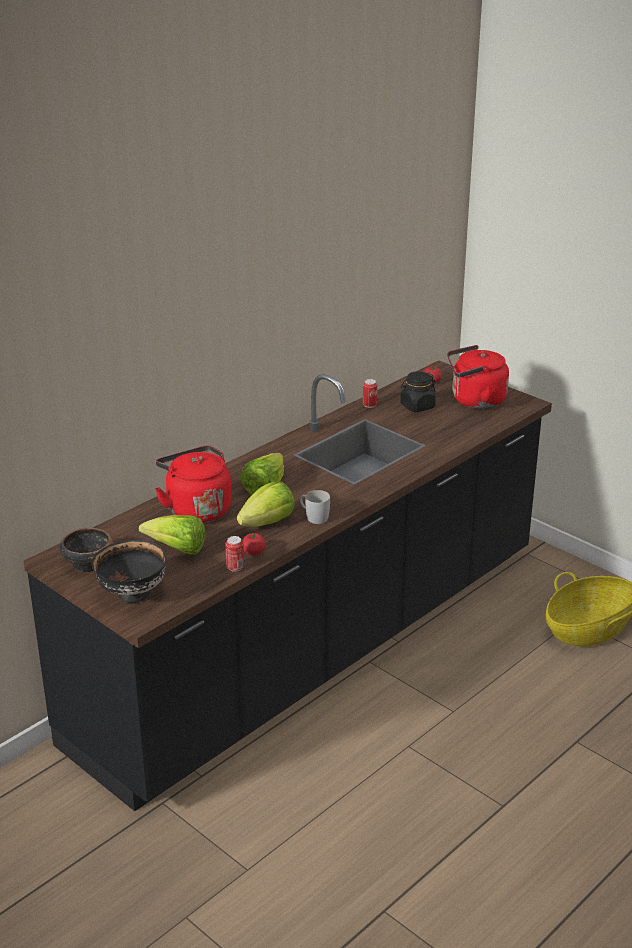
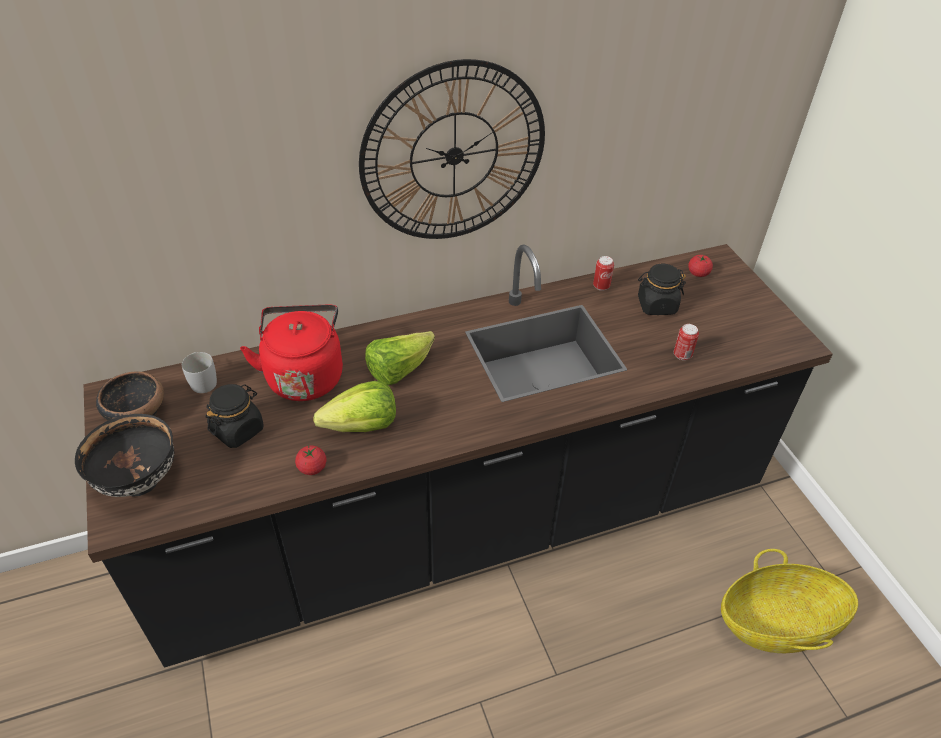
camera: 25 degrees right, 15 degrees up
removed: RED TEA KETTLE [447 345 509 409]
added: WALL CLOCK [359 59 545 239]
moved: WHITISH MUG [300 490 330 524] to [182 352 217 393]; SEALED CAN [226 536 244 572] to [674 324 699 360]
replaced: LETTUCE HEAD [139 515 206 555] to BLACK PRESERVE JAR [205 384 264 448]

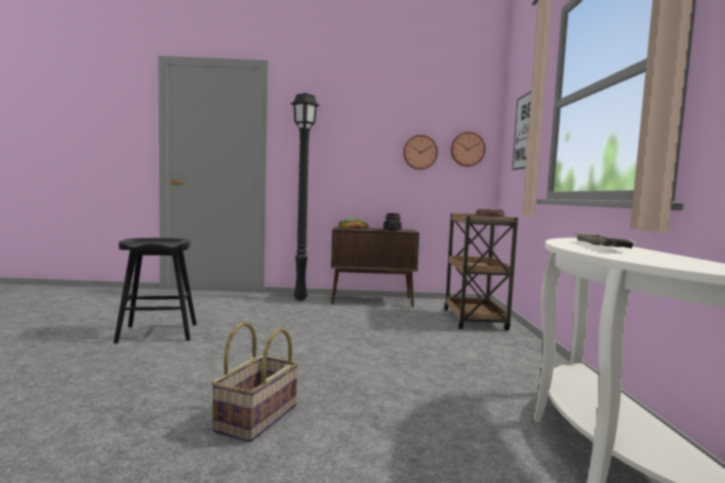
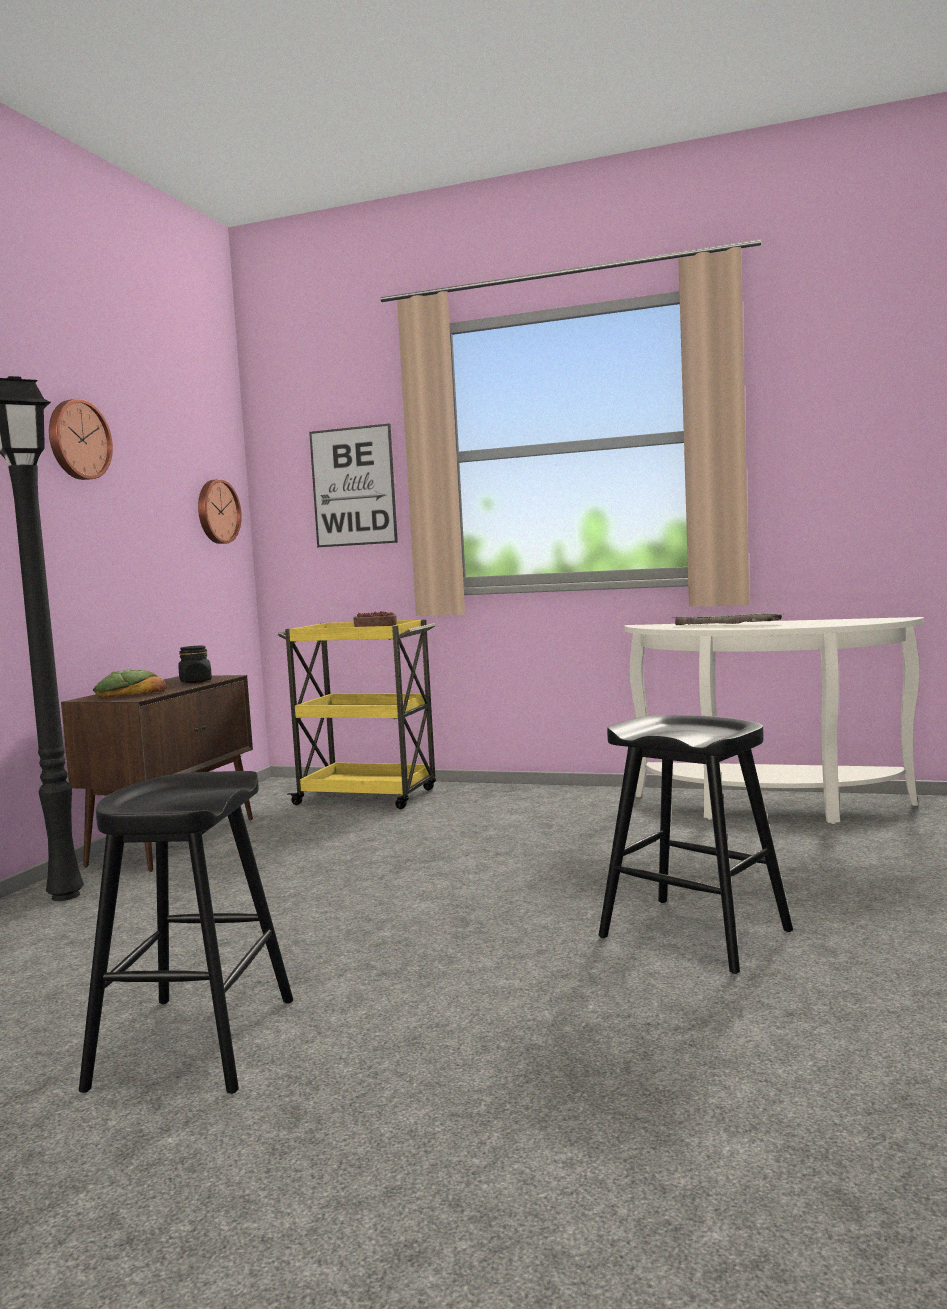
camera: 70 degrees left, 0 degrees up
moved: WALL CLOCK [403 135 438 170] to [49 399 113 480]
replaced: HOUSEHOLD BASKET [211 322 299 442] to BLACK SITTING STOOL [598 715 793 974]
recoloured: BROWN WHEELED CART [444 213 518 330] to YELLOWISH WHEELED CART [278 619 436 809]

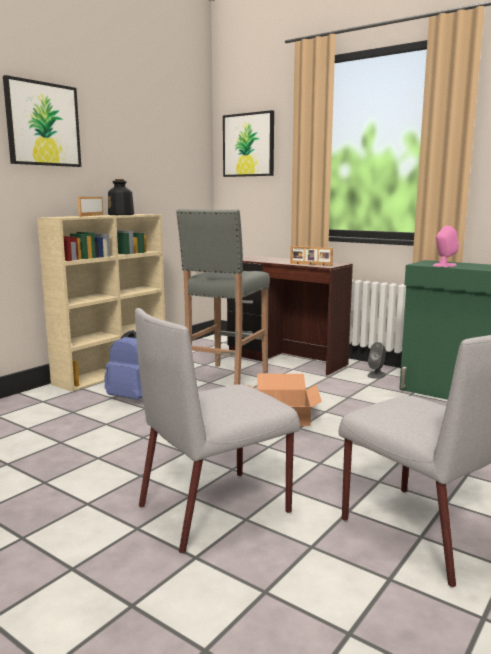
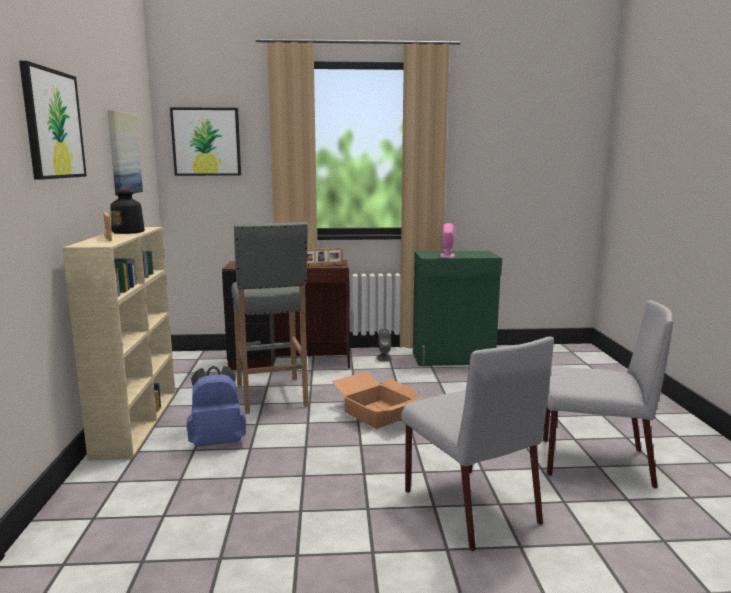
camera: 40 degrees left, 0 degrees up
added: WALL ART [107 110 143 196]
turned: GREYISH UPRIGHT CHAIR [135 308 300 554] = [401 337 554 552] 45 degrees counterclockwise

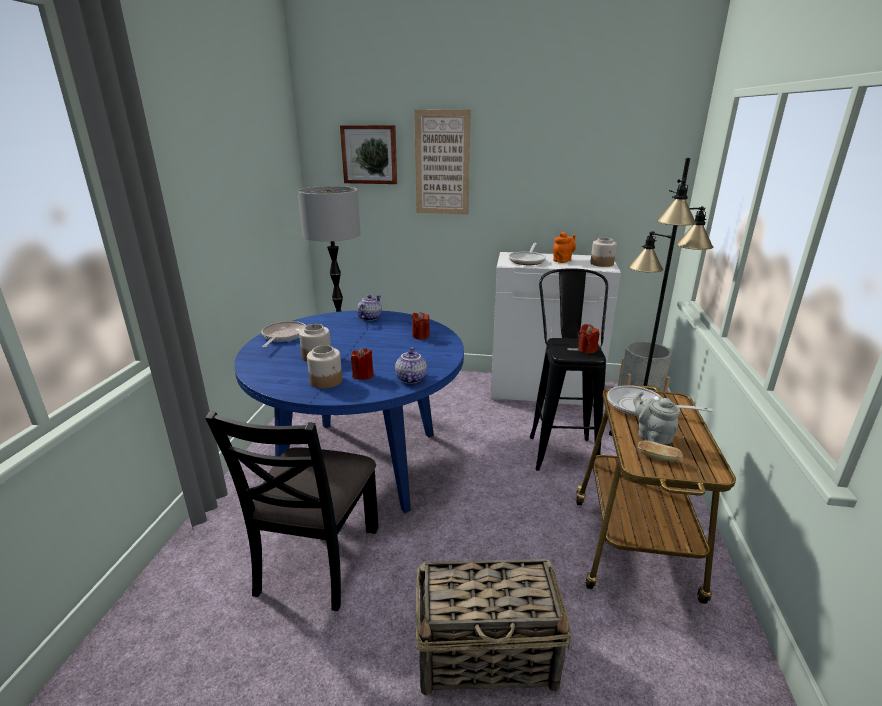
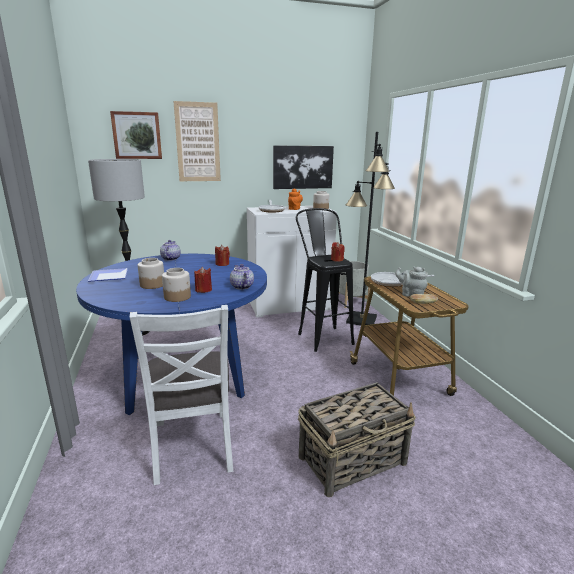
camera: 25 degrees left, 5 degrees down
added: WALL ART [273 146 334 189]
replaced: SKILLET [261 321 306 348] to DINNER PLATE [88 268 128 281]
recoloured: BLACK UPRIGHT CHAIR [205 411 379 611] to WHITISH UPRIGHT CHAIR [130 305 233 485]

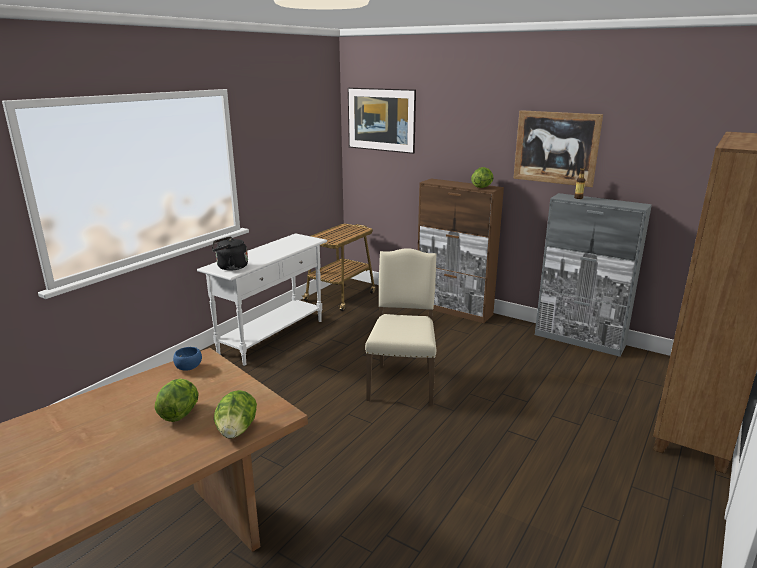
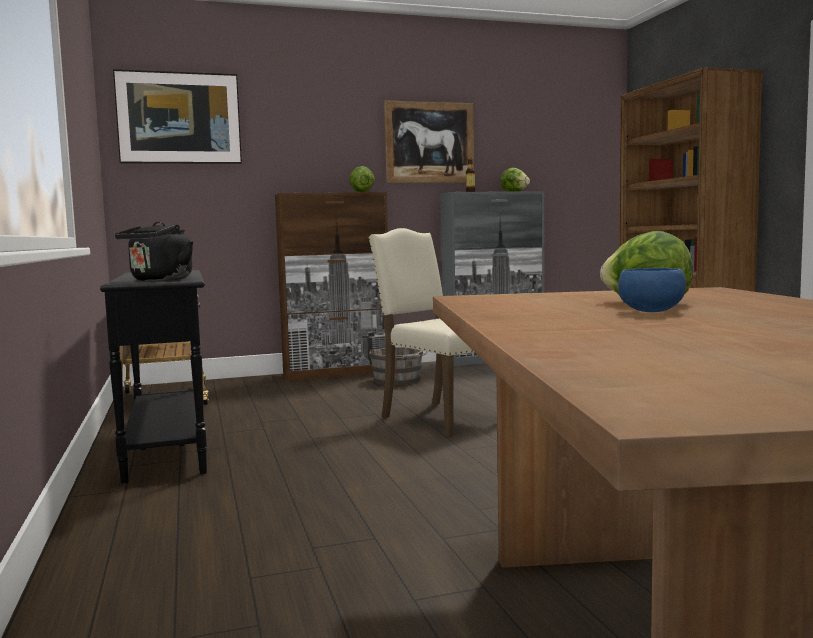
camera: 50 degrees left, 15 degrees down
added: GREYISH PAIL [369 347 427 385]
moved: LETTUCE HEAD [214 390 257 439] to [500 168 530 191]; BLUE SERVING BOWL [173 347 202 371] to [618 268 686 312]
recoloured: WHITISH NARROW TABLE [197 233 327 366] to BLACK NARROW TABLE [100 270 207 484]

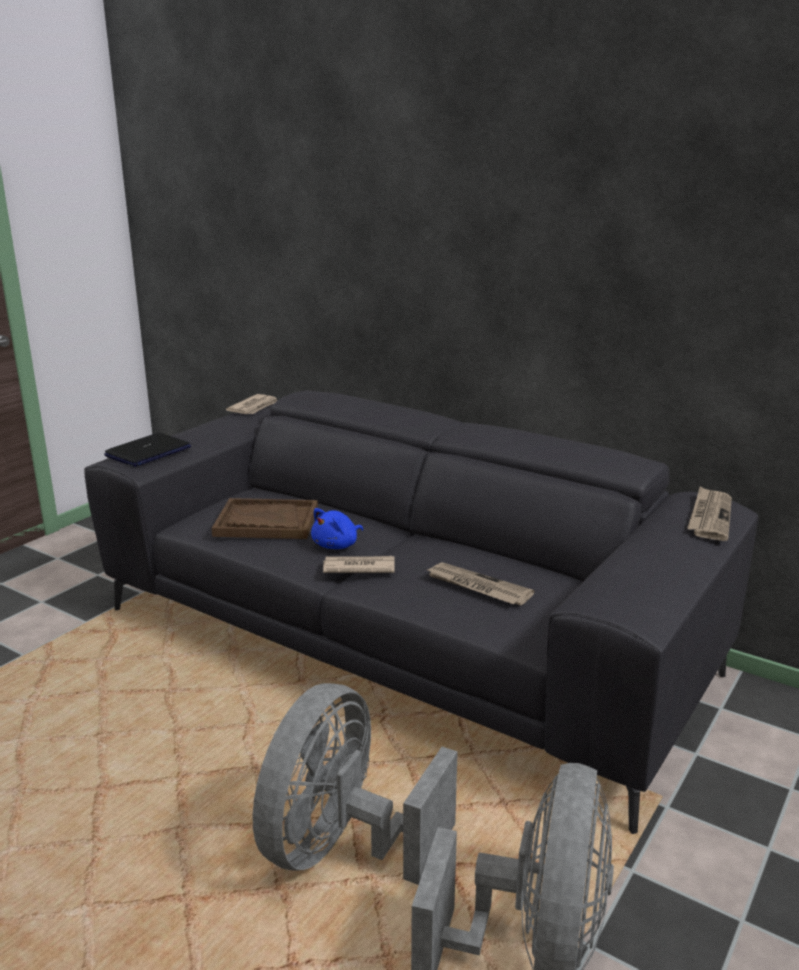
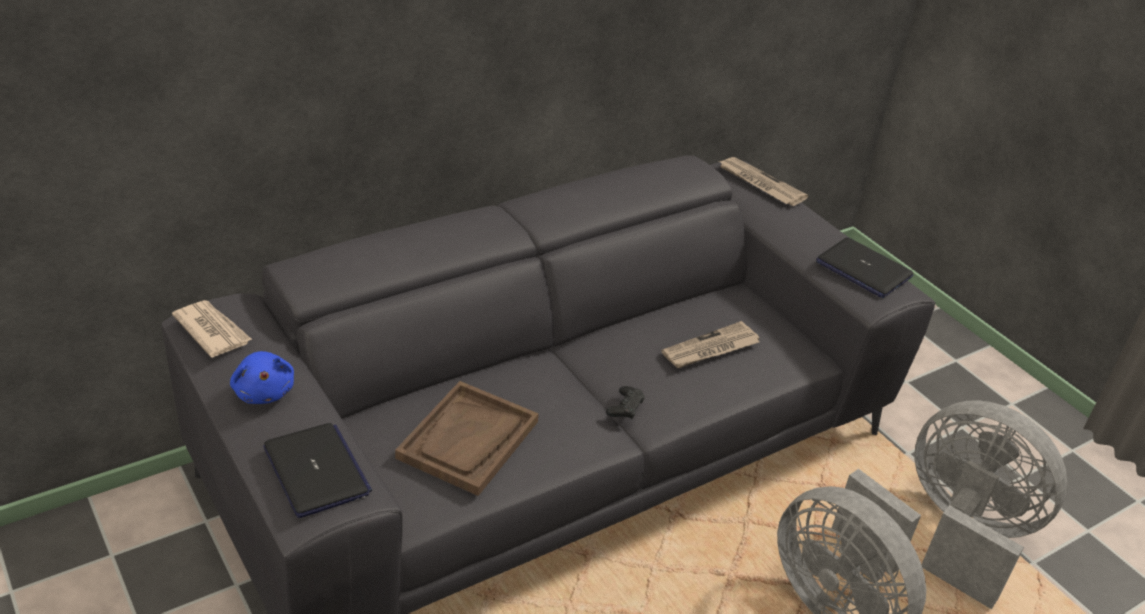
camera: 70 degrees left, 15 degrees up
added: NOTEBOOK COMPUTER [816 237 913 298]
moved: BLUE SOFT TOY [311 508 363 549] to [230 351 294 404]
replaced: NEWSPAPER [323 556 395 573] to BLACK GAMEPAD [606 386 645 420]

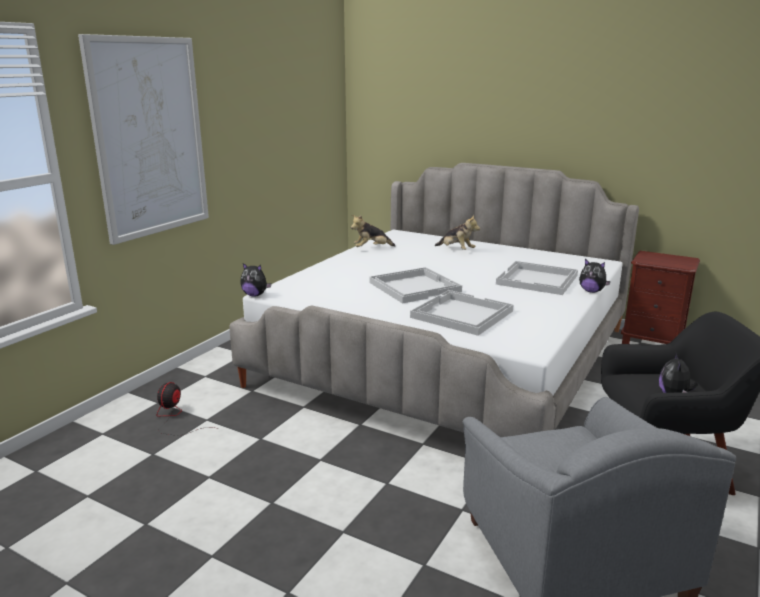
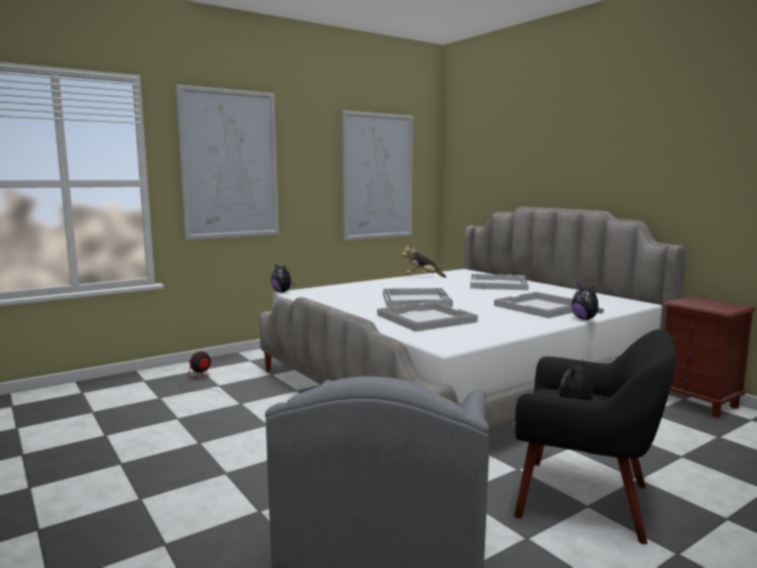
camera: 25 degrees right, 10 degrees down
added: WALL ART [341 111 413 241]
replaced: SOFT TOY [435 215 480 250] to WHITISH CARRYING TRAY [470 274 529 290]

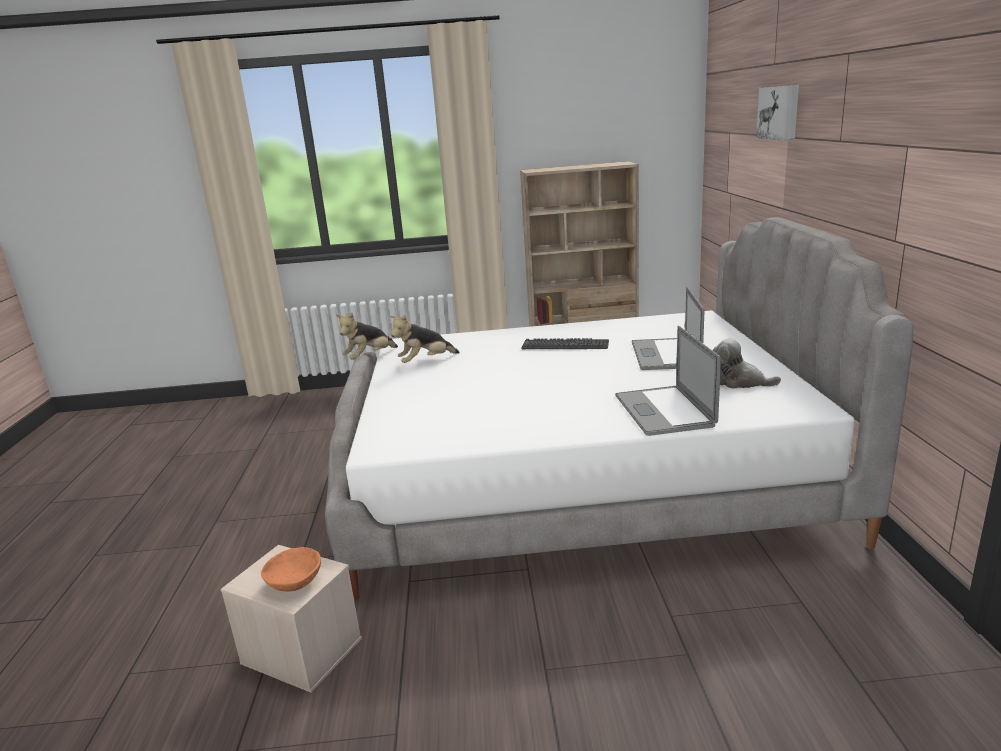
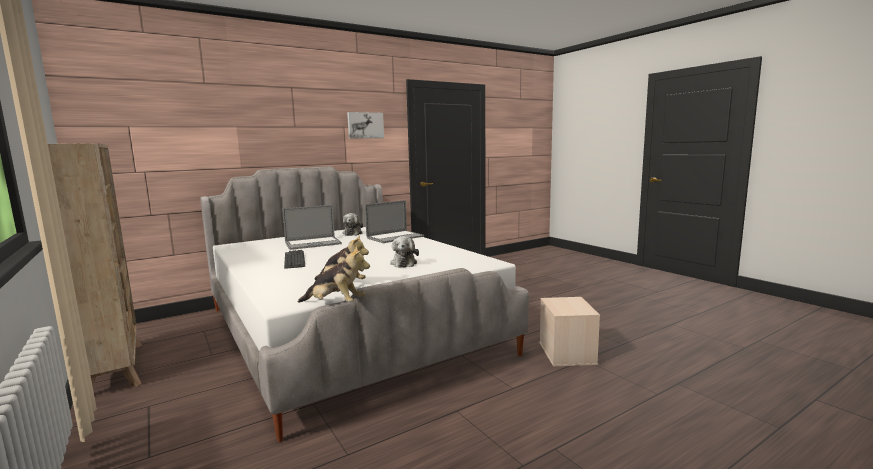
camera: 120 degrees left, 10 degrees down
removed: ORANGE SERVING BOWL [261 547 321 591]
added: SOFT TOY [390 236 419 268]
moved: WALL ART [756 85 799 141] to [347 112 384 139]

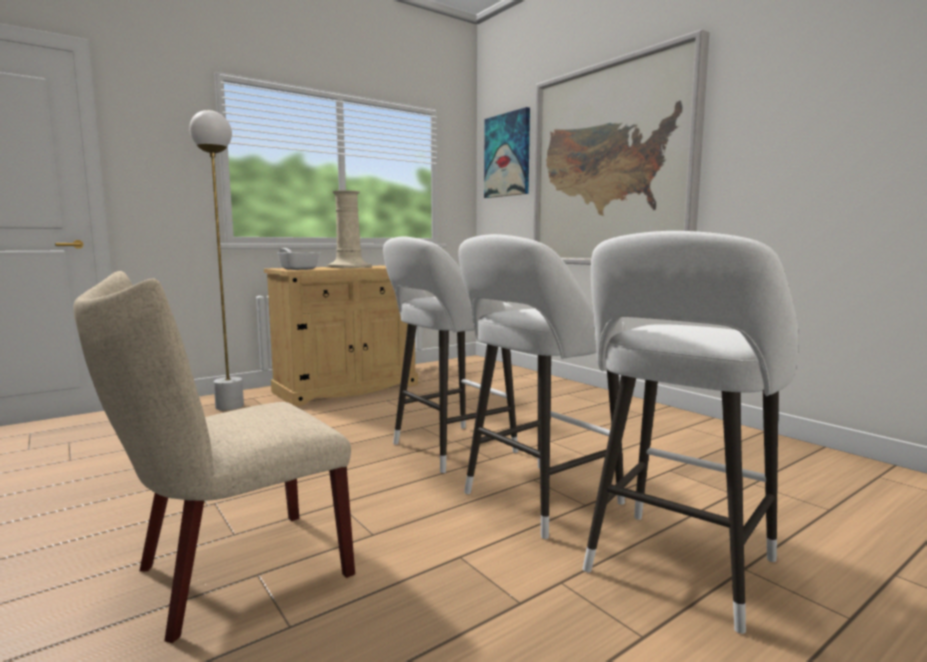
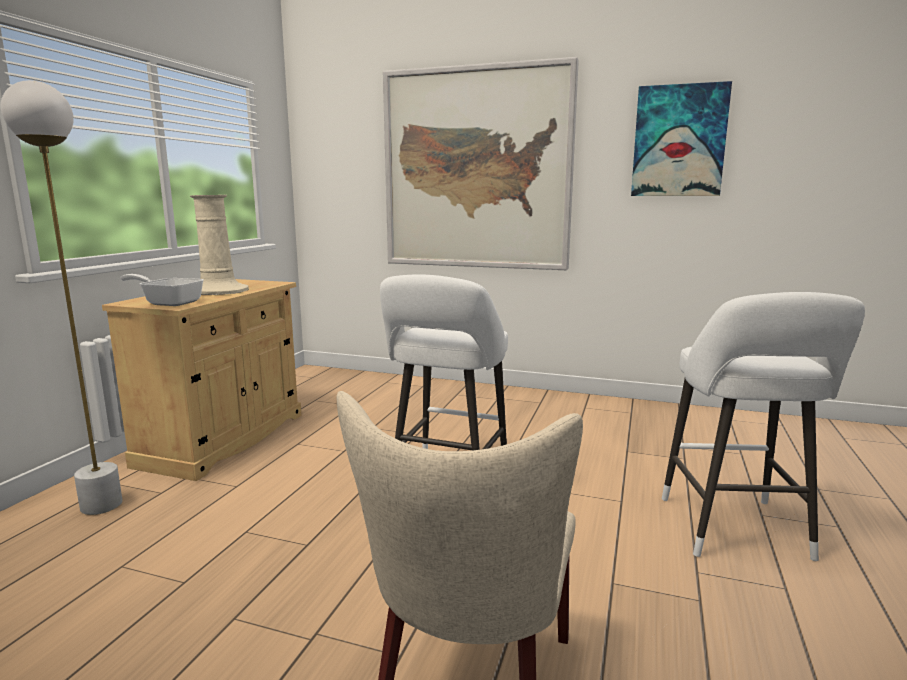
camera: 35 degrees left, 5 degrees up
removed: WHITISH SITTING STOOL [458 234 625 539]
moved: WALL ART [484 107 530 198] to [631 81 732 196]

